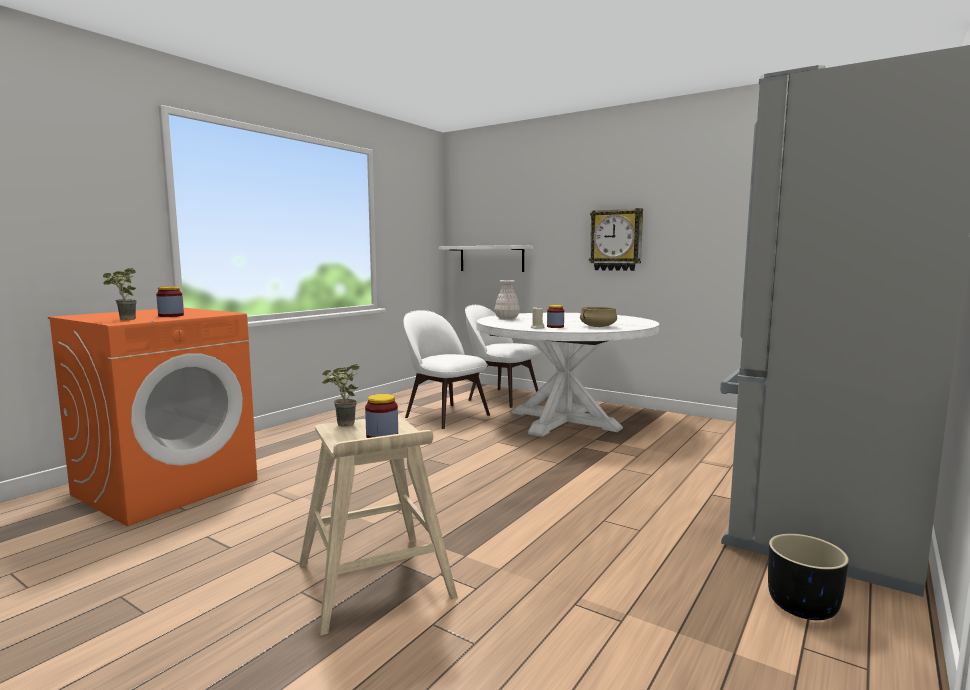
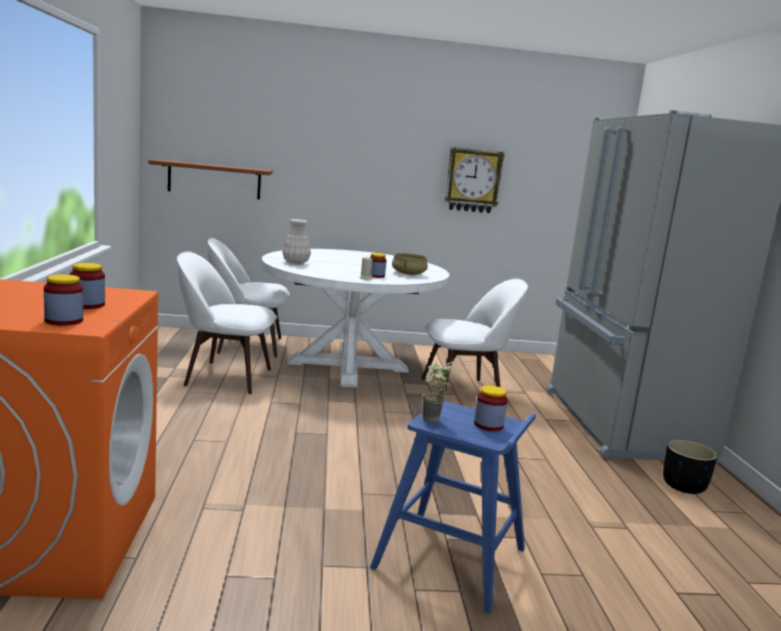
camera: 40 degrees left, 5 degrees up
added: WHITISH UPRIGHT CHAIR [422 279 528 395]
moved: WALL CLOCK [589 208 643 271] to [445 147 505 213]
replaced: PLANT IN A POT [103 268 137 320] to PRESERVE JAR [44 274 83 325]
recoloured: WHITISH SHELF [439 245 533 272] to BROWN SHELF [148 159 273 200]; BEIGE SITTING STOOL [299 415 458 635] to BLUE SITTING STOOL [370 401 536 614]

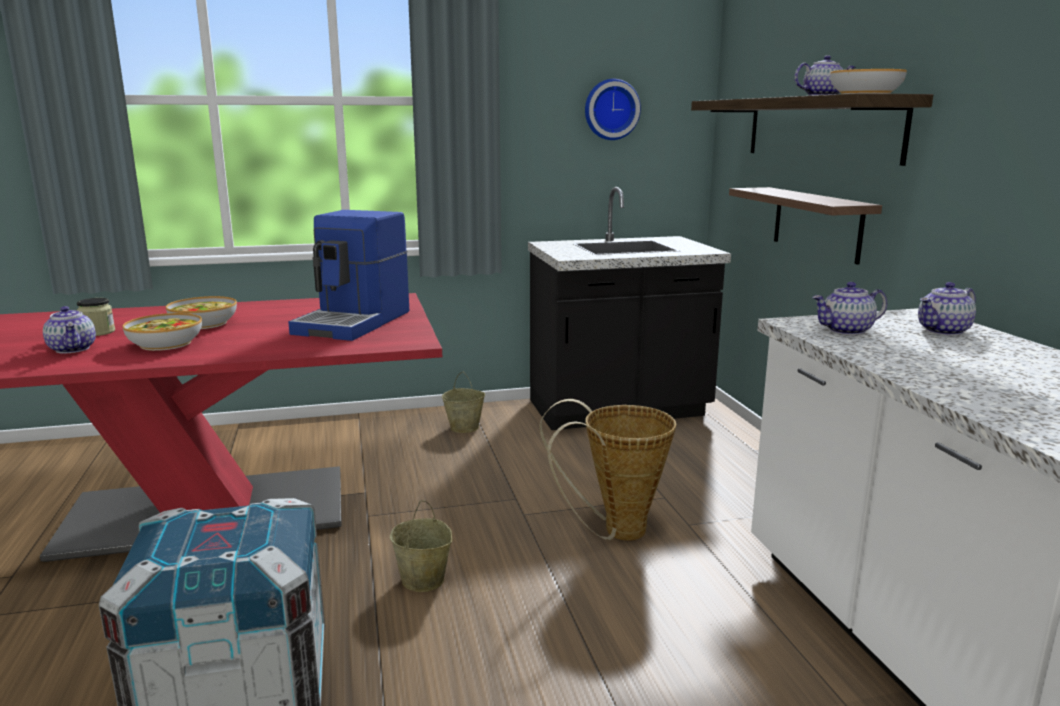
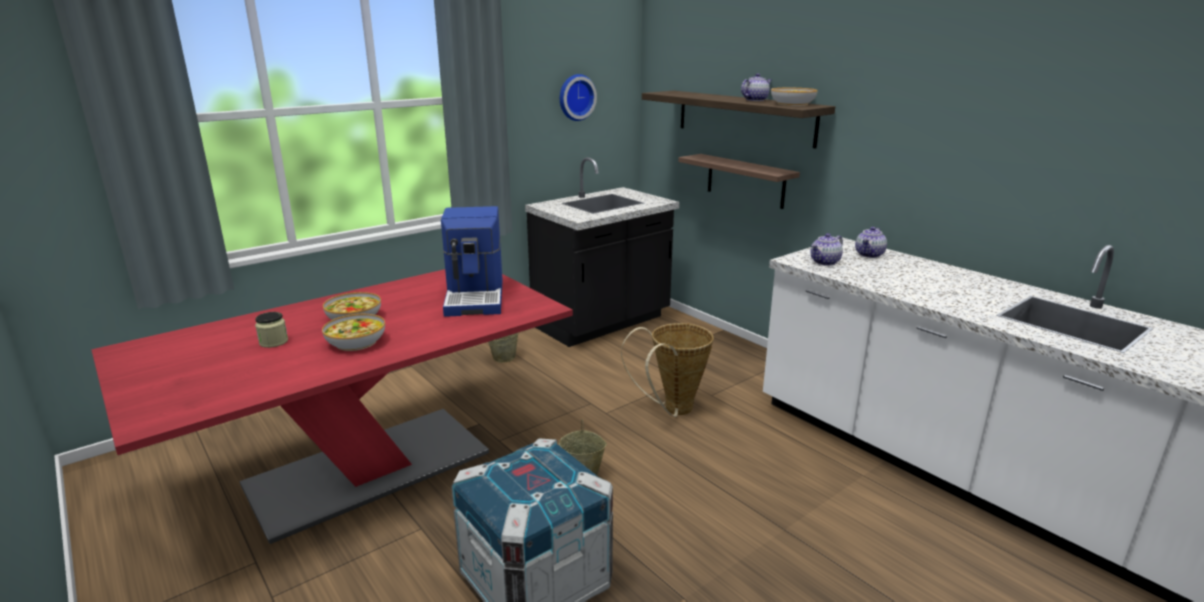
camera: 25 degrees left, 5 degrees up
removed: POT FOR TEA [43 306 96 354]

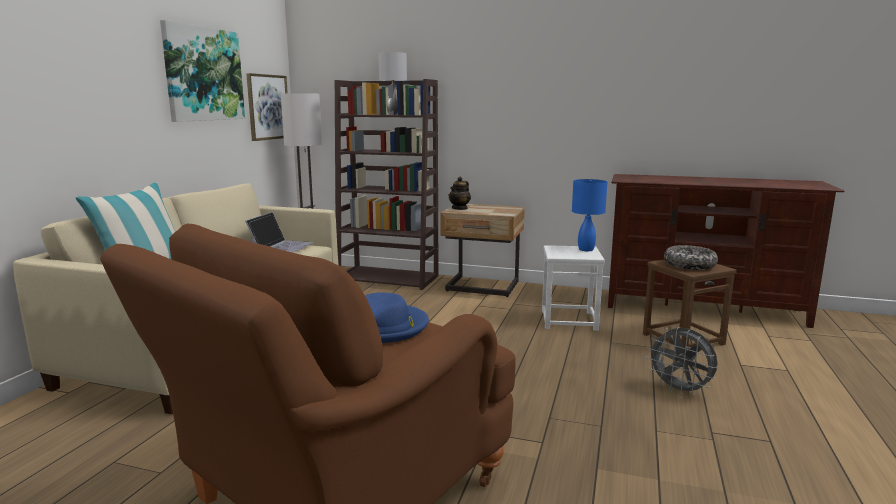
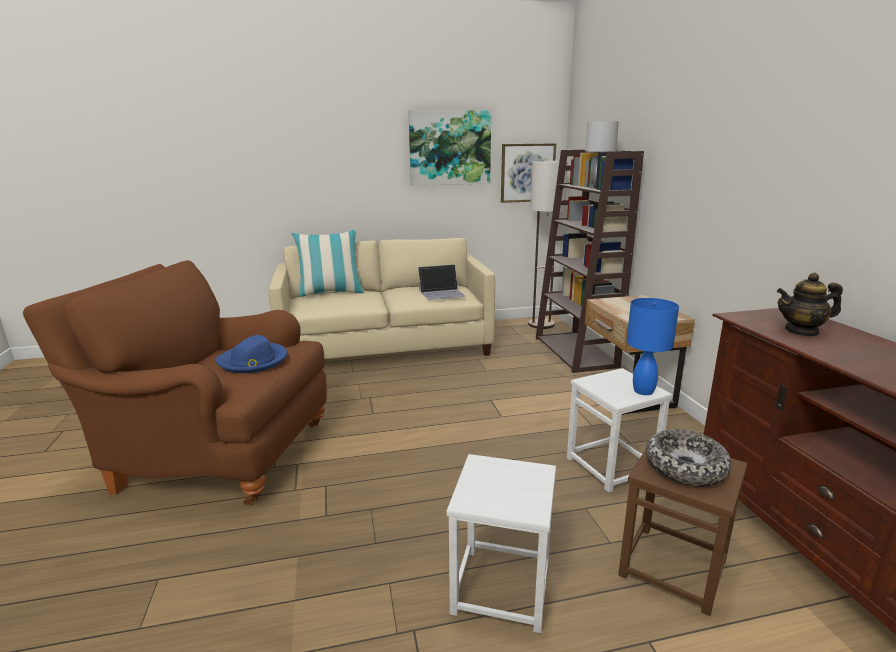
camera: 60 degrees right, 5 degrees up
moved: POT FOR TEA [449 177 471 210] to [777 273 843 337]
replaced: GREYISH ELECTRIC FAN [646 327 718 396] to WHITISH SITTING STOOL [447 454 556 633]

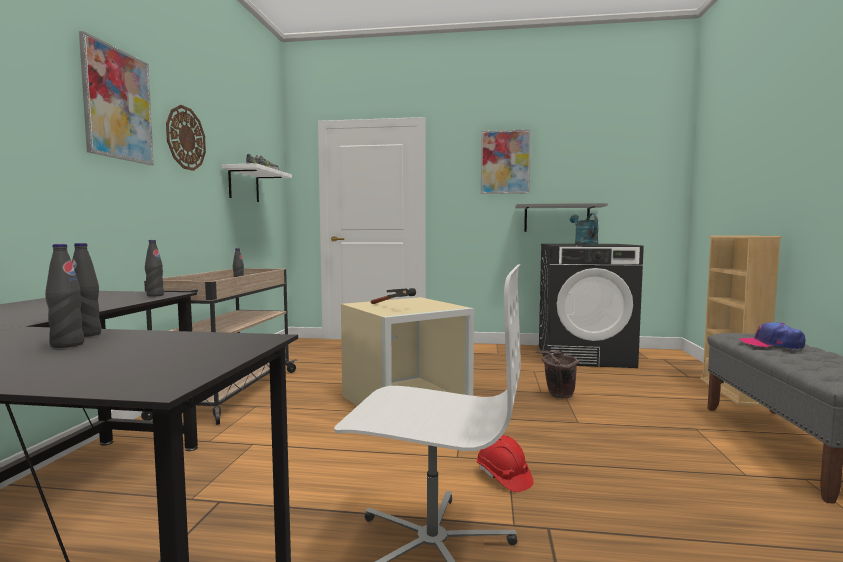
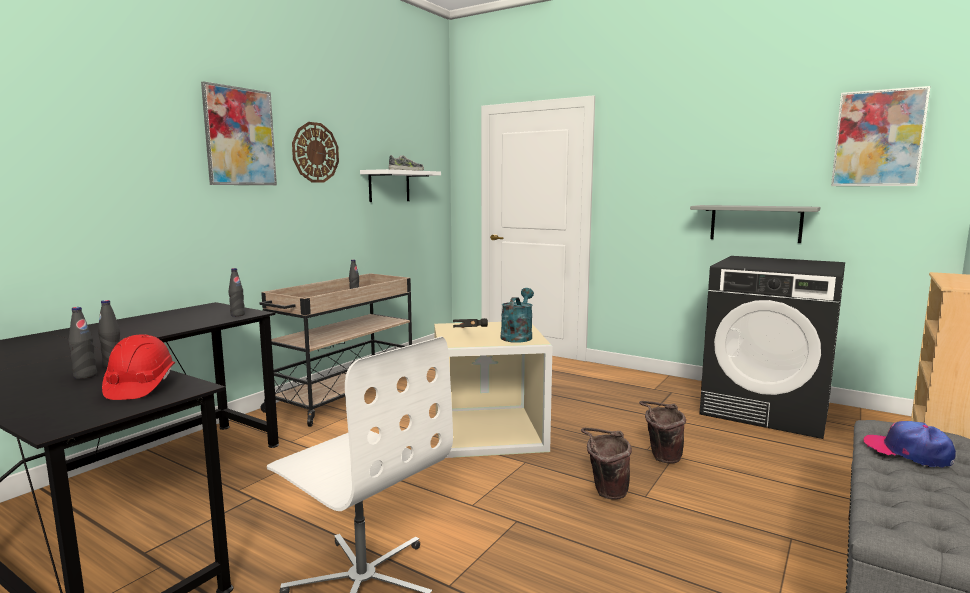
camera: 25 degrees right, 5 degrees up
added: BROWN PAIL [581 428 632 500]
moved: RED WORK HELMET [477 435 533 492] to [102 334 175 400]; TURQUOISE-COLOURED WATERING CAN [570 213 599 245] to [501 288 534 343]; WALL ART [481 129 531 194] to [831 86 931 186]

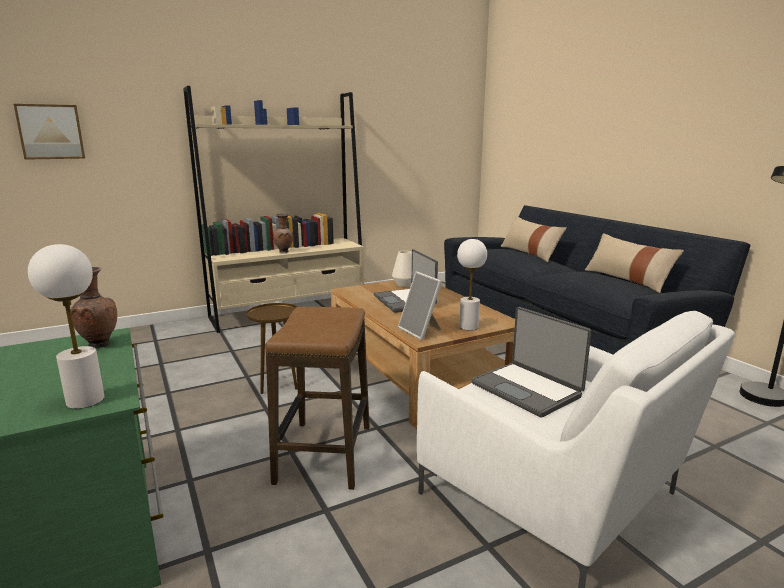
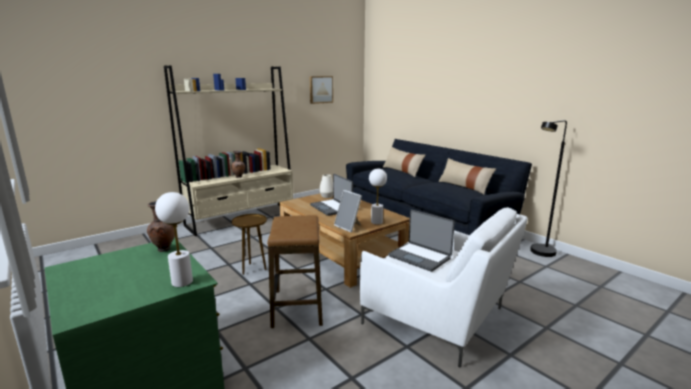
camera: 10 degrees left, 0 degrees up
moved: WALL ART [14 104 85 160] to [310 76 333 104]

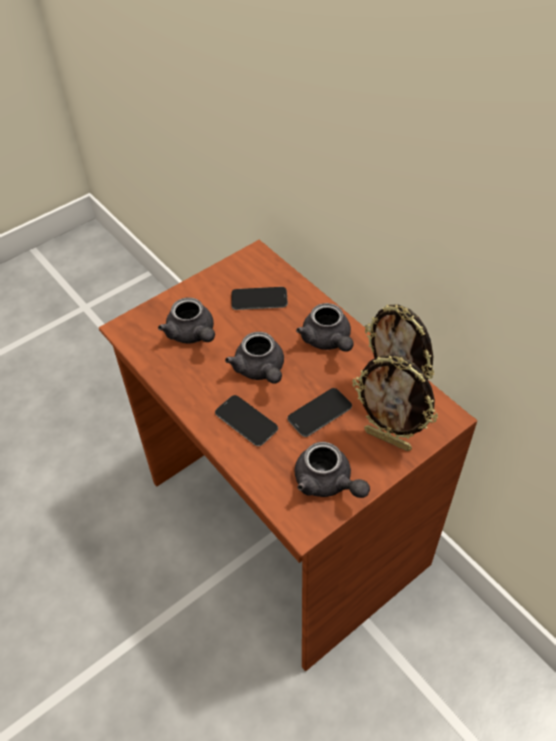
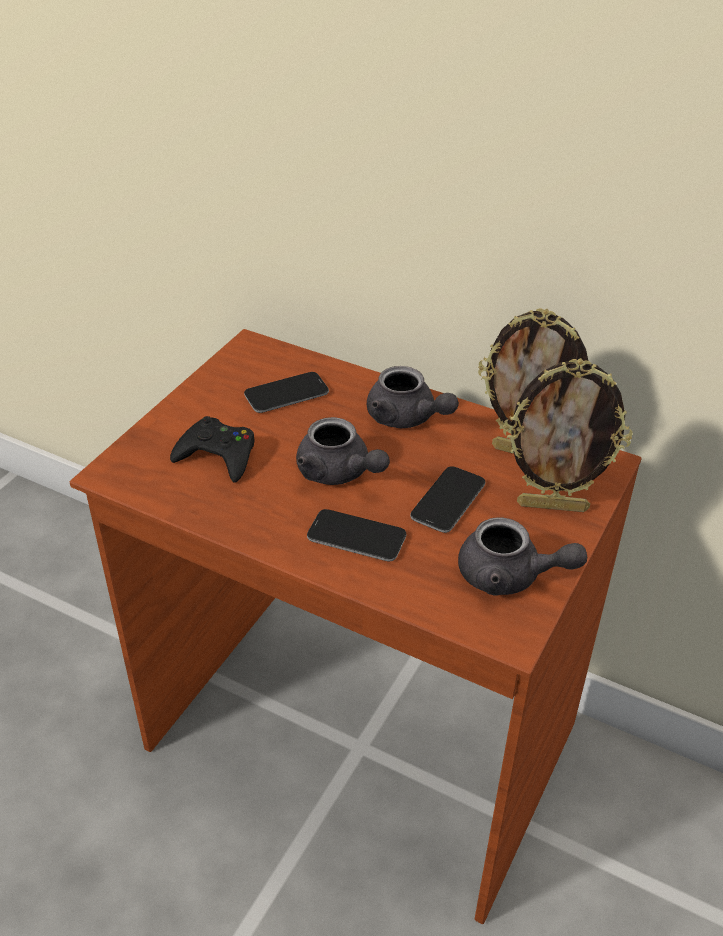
camera: 25 degrees left, 10 degrees down
replaced: GREYISH POT FOR TEA [158 297 215 343] to BLACK GAMEPAD [170 416 254 483]

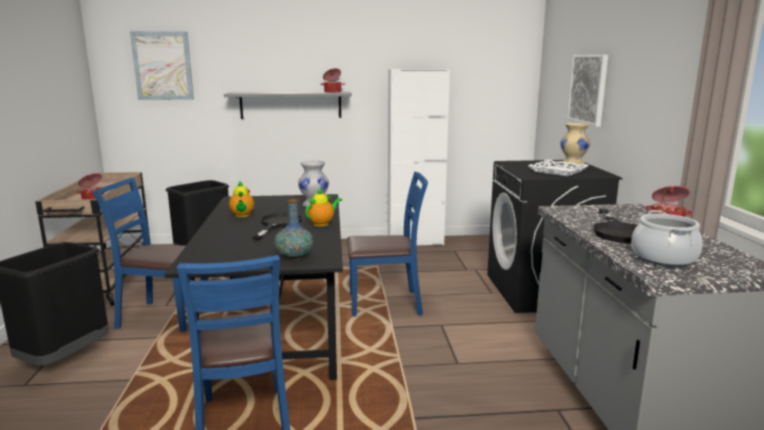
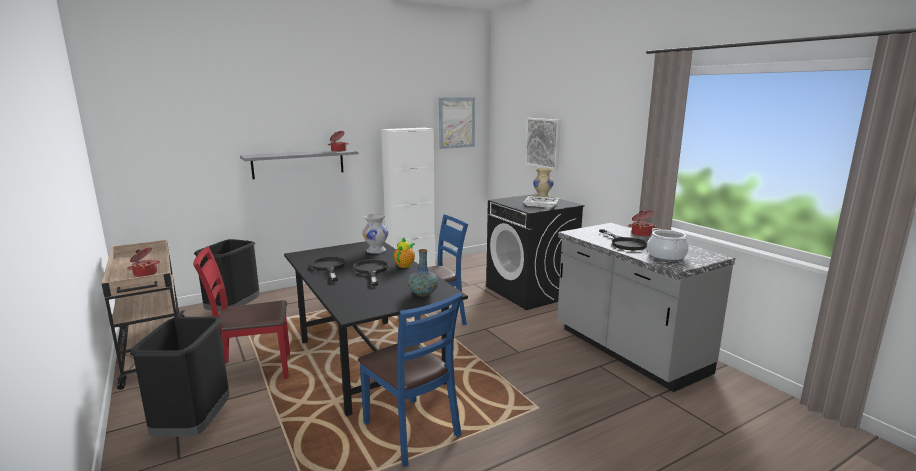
camera: 25 degrees left, 0 degrees up
moved: WALL ART [130 31 194 100] to [439 97 475 149]
replaced: POT FOR TEA [229 182 254 217] to BLACK SKILLET [311 257 346 282]
recoloured: BLUE UPRIGHT CHAIR [93 177 208 332] to RED UPRIGHT CHAIR [193 247 290 379]

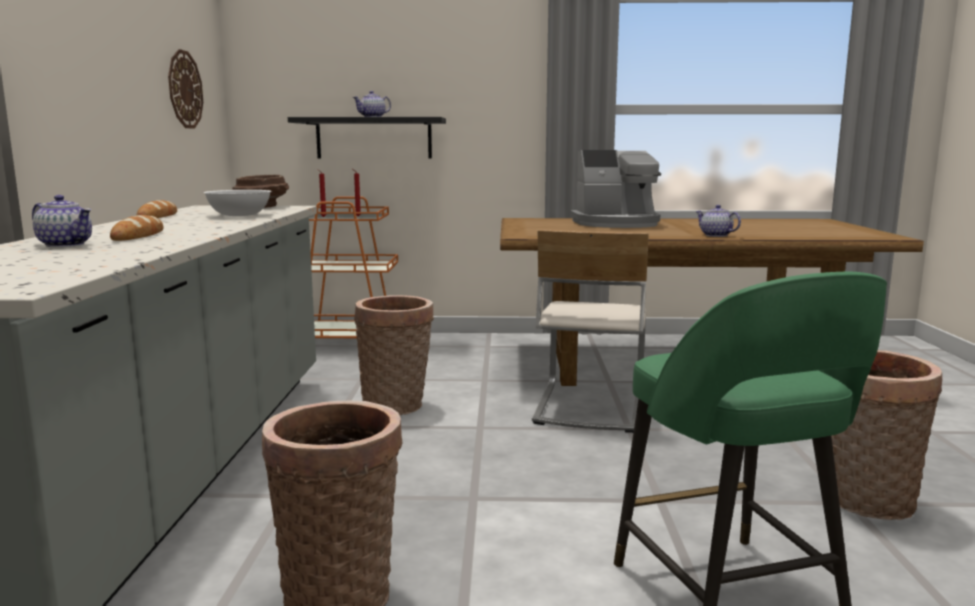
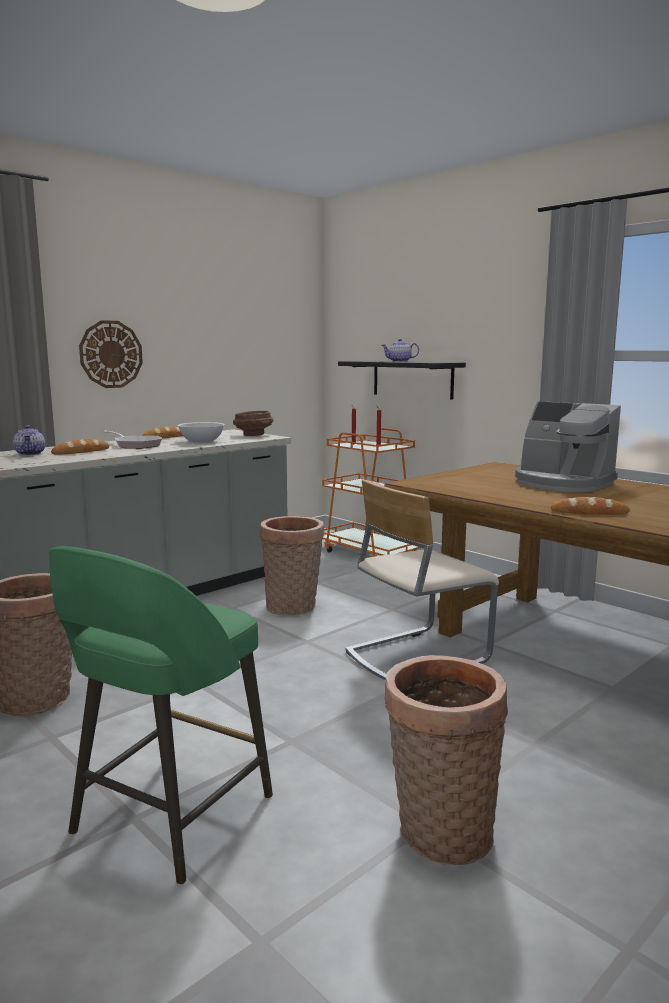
camera: 45 degrees right, 0 degrees up
added: SKILLET [102 431 162 449]
moved: WALL CLOCK [168 49 203 129] to [79 320 143 388]
replaced: POT FOR TEA [696 205 741 237] to BAKERY BREAD [551 497 630 515]

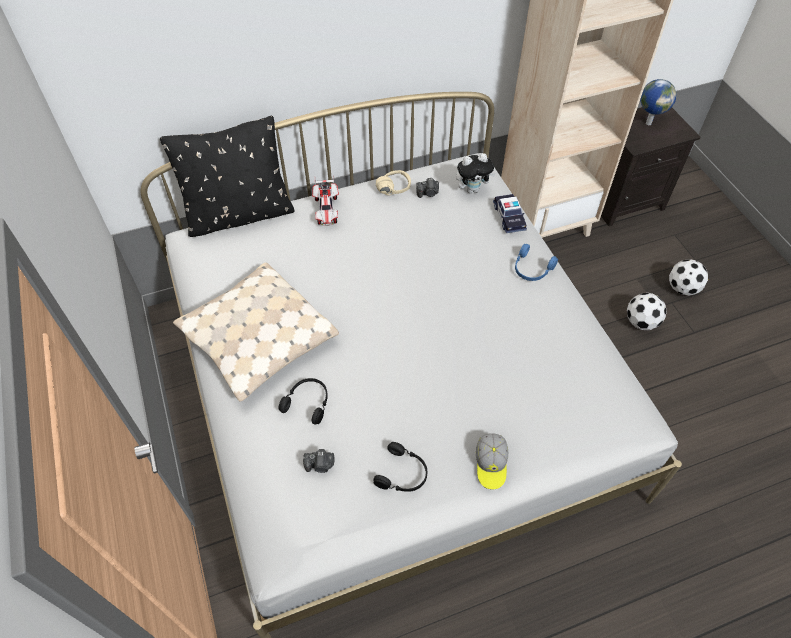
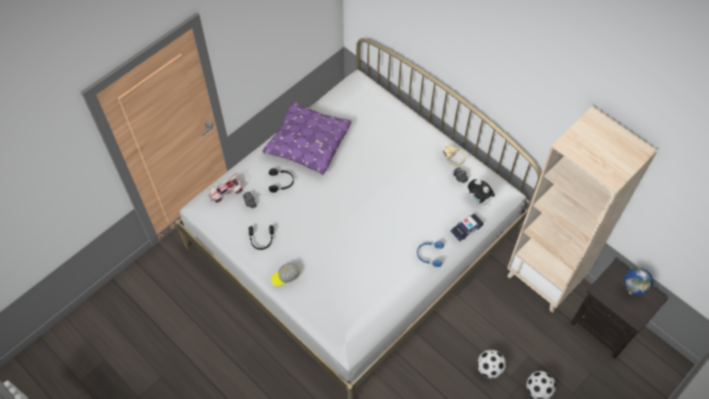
camera: 65 degrees right, 5 degrees up
removed: BLACK PILLOW [160 116 295 237]
moved: MINIATURE CAR [312 175 339 226] to [209 172 243 202]
recoloured: BEIGE PILLOW [173 262 339 402] to PURPLE-COLOURED PILLOW [262 102 352 175]

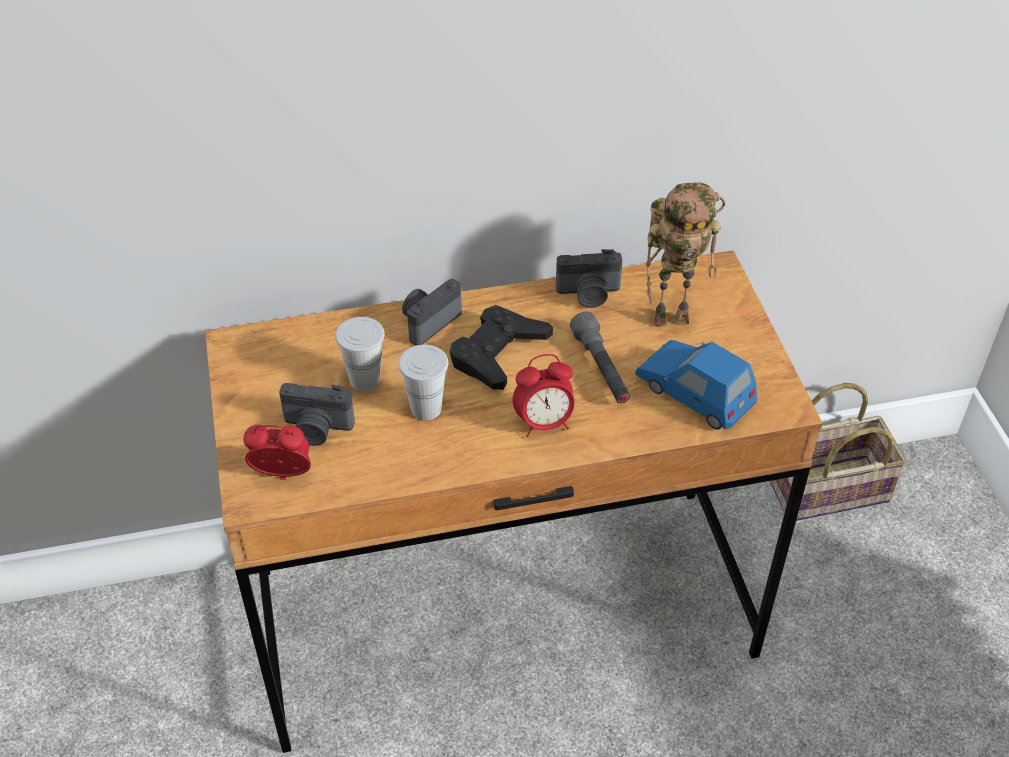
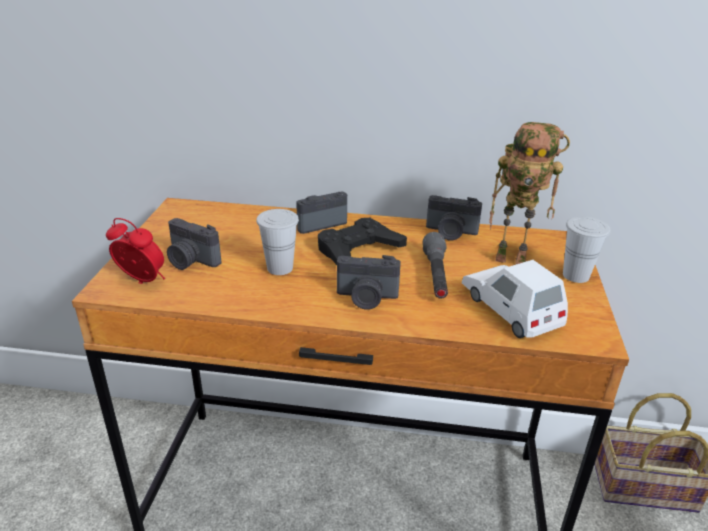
camera: 20 degrees right, 15 degrees down
moved: WHITISH DRINKING CUP [335 317 385 391] to [563 216 610 283]
replaced: ALARM CLOCK [512 354 574 437] to STILL CAMERA [337 255 401 310]
recoloured: BLUE MINIATURE CAR [635 340 757 430] to WHITISH MINIATURE CAR [462 260 568 338]

